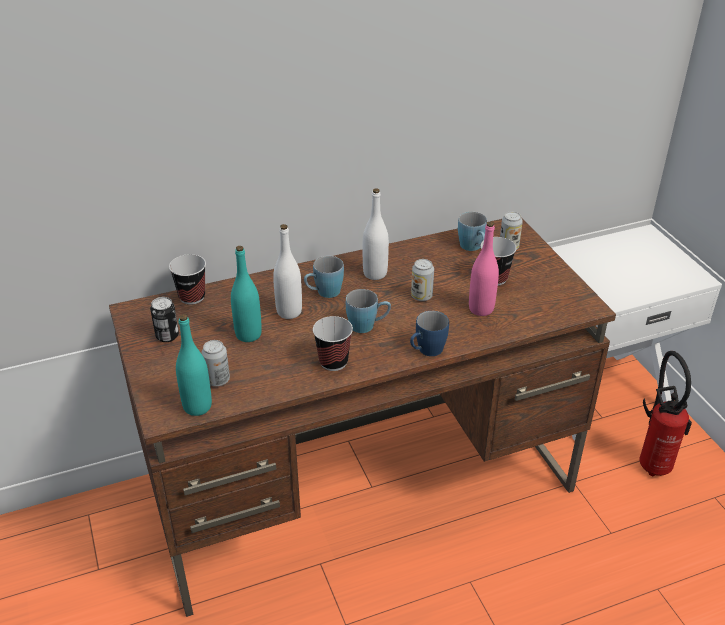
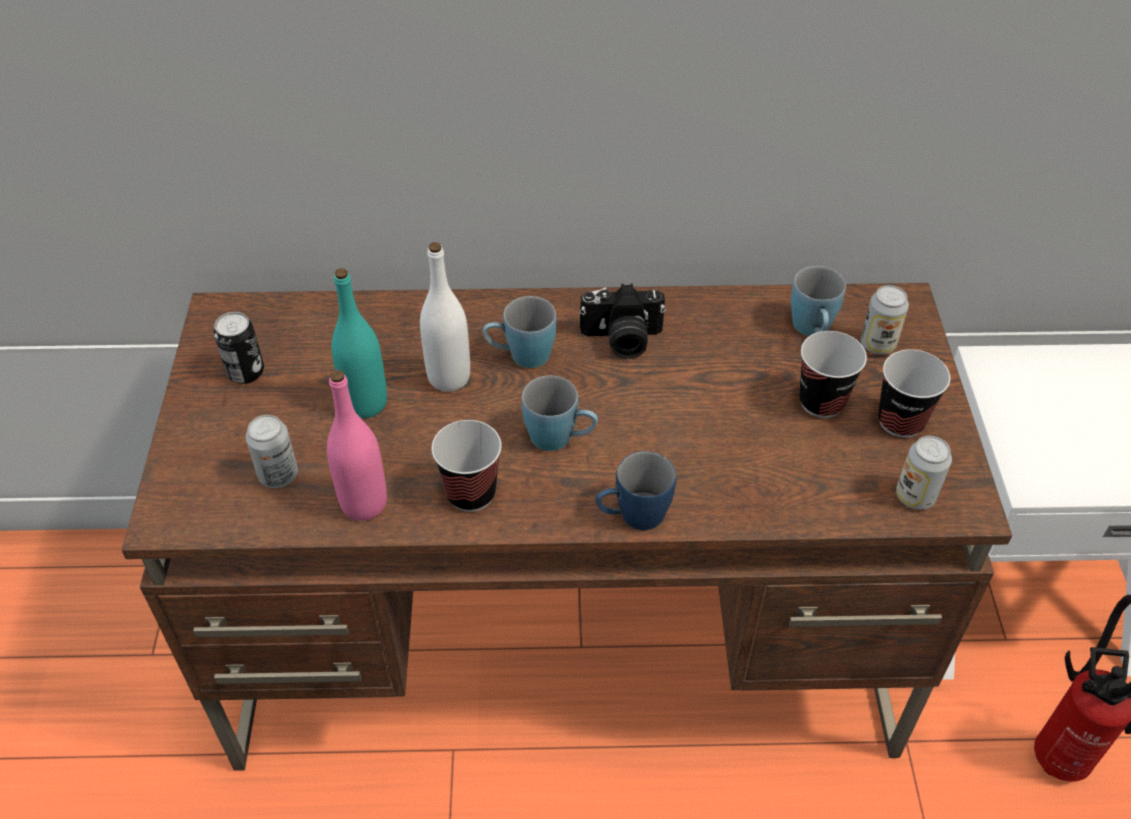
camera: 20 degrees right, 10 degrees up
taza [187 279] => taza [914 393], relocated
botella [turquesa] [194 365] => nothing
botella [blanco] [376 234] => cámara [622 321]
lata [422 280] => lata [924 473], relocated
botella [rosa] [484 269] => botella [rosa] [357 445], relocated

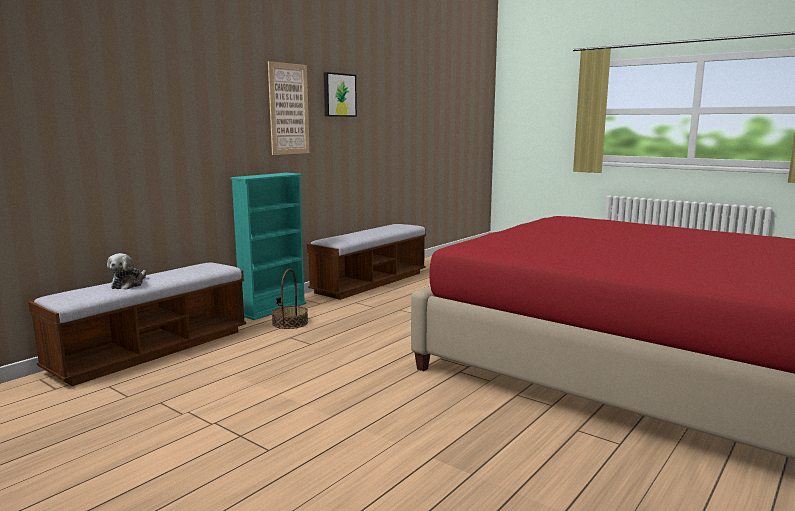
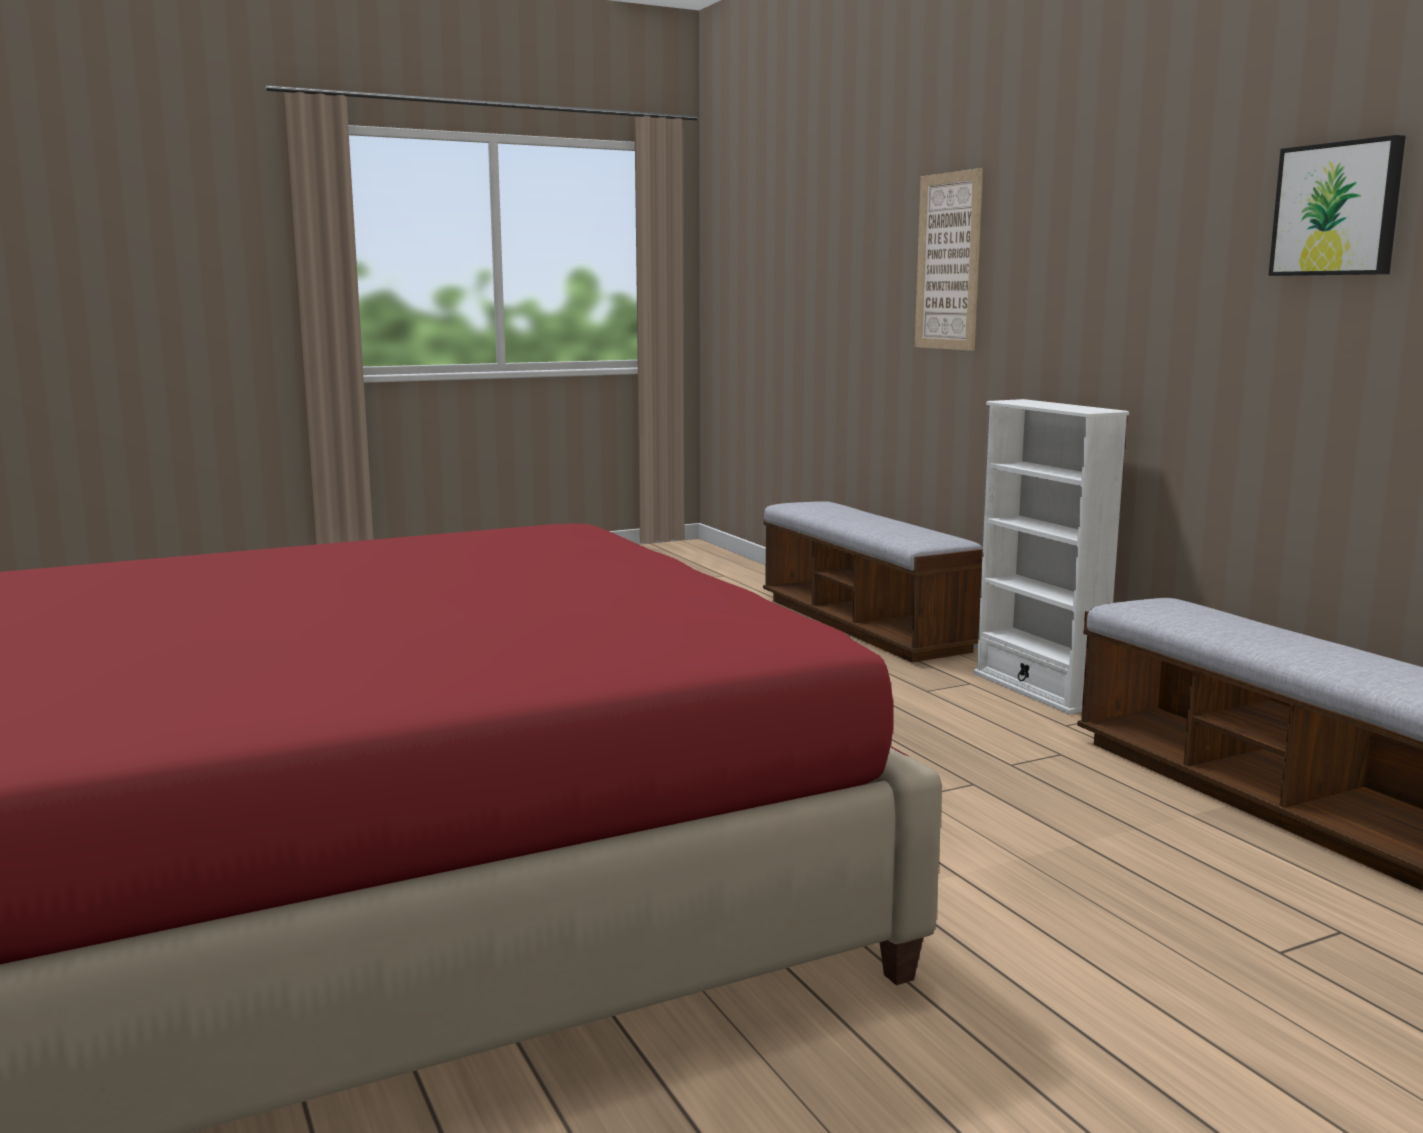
camera: 115 degrees right, 0 degrees up
peluche [127 271] => nothing
estantería [turquesa] [268 246] => estantería [blanco] [1051 557]
cuadro [289 108] => cuadro [949 259], relocated
cesta [290 299] => nothing

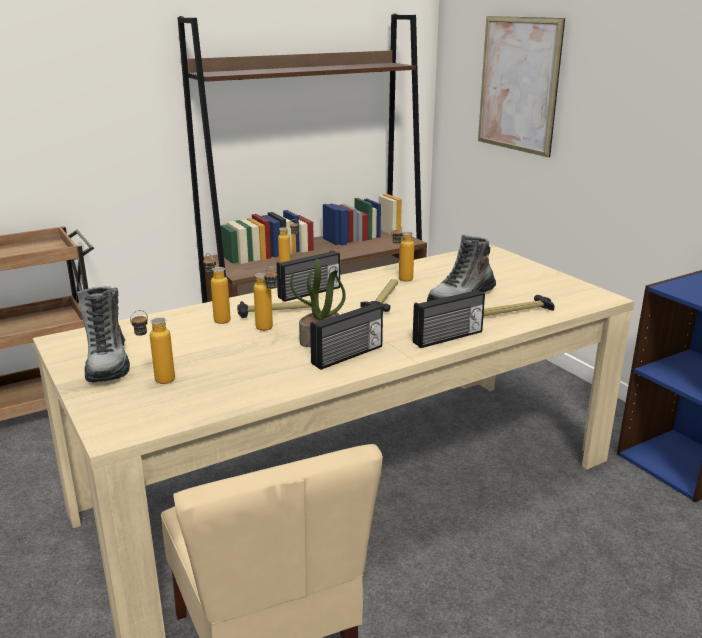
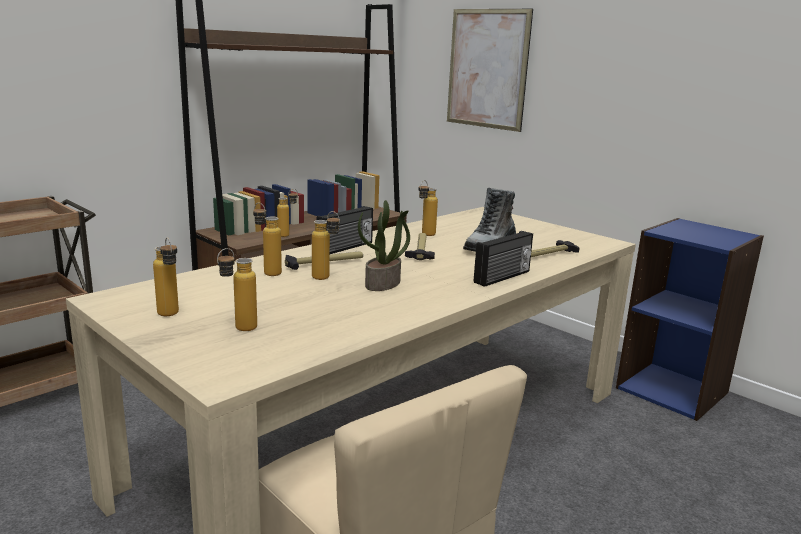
camera: 15 degrees left, 5 degrees down
bota [103 334] => botella [166 276]
radio [346 336] => nothing

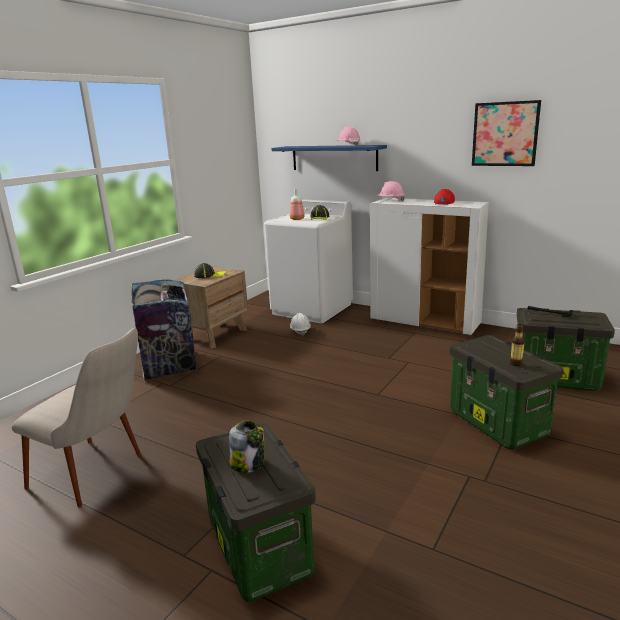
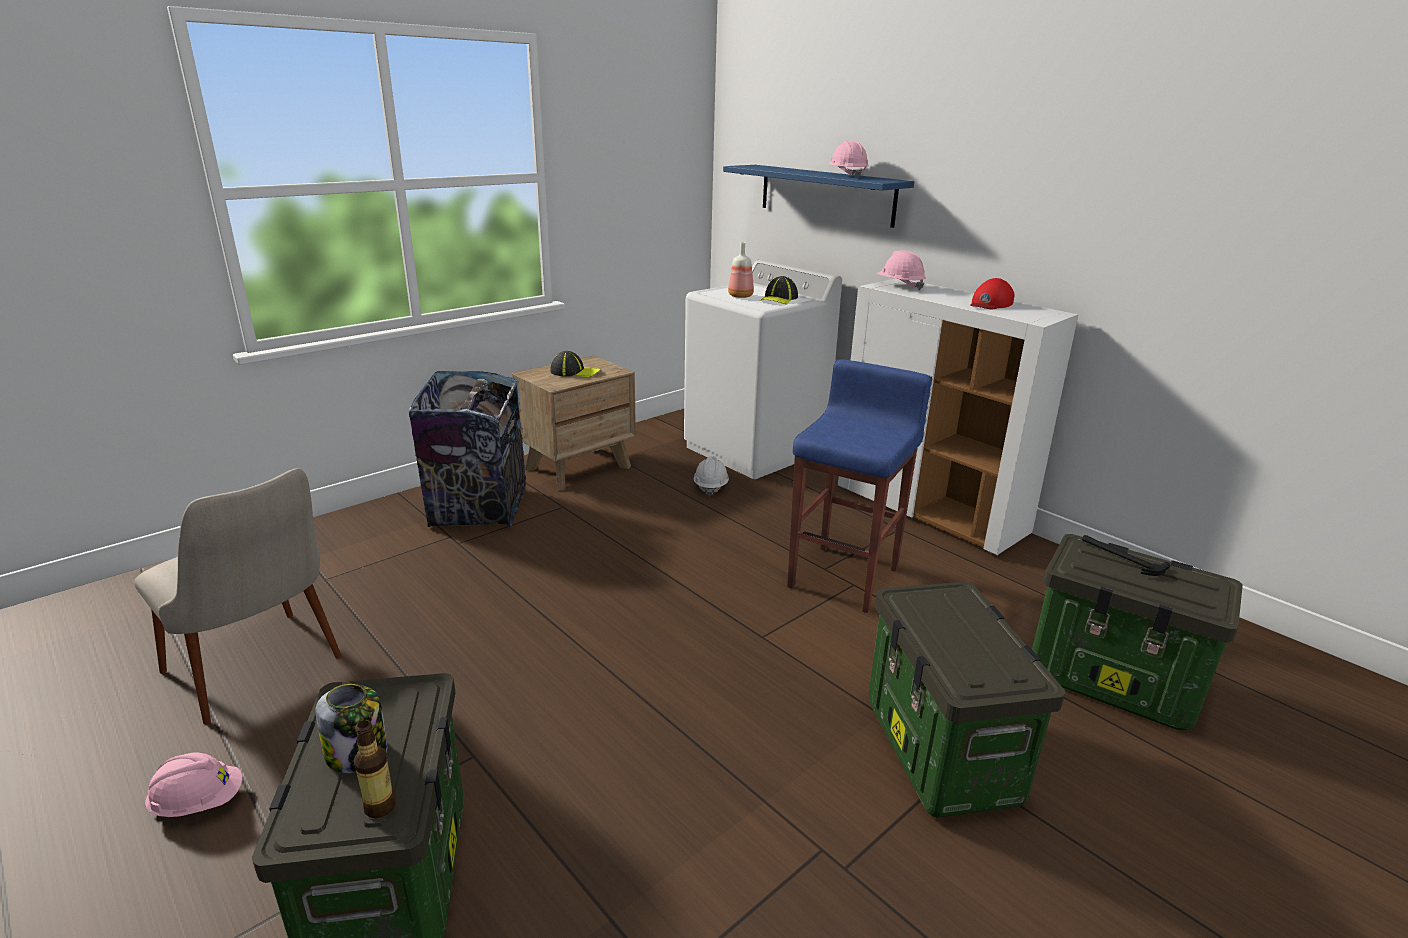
camera: 15 degrees right, 5 degrees up
cuadro [506 133] => nothing
botella [517 345] => botella [375 769], relocated
nothing => casco [rosa] [193 784]
nothing => taburete [azul] [859 486]

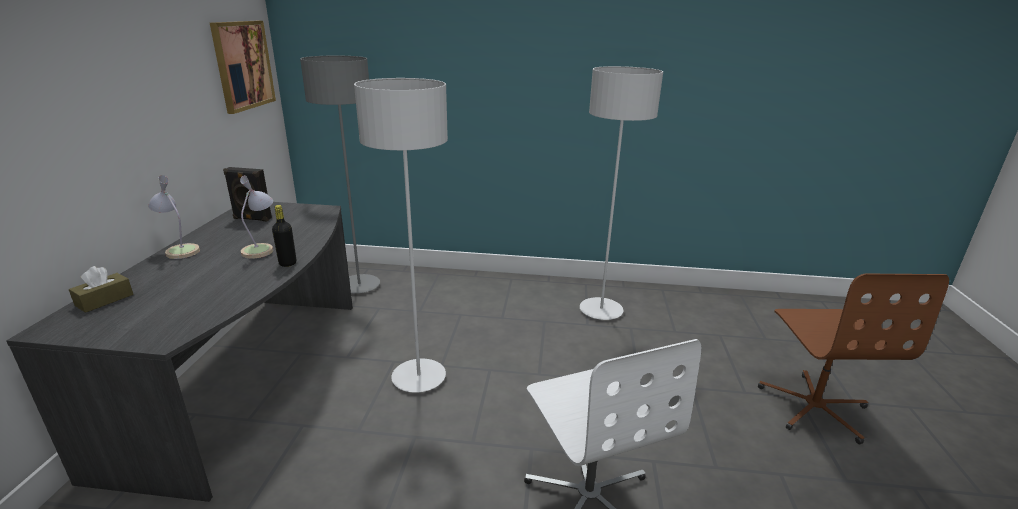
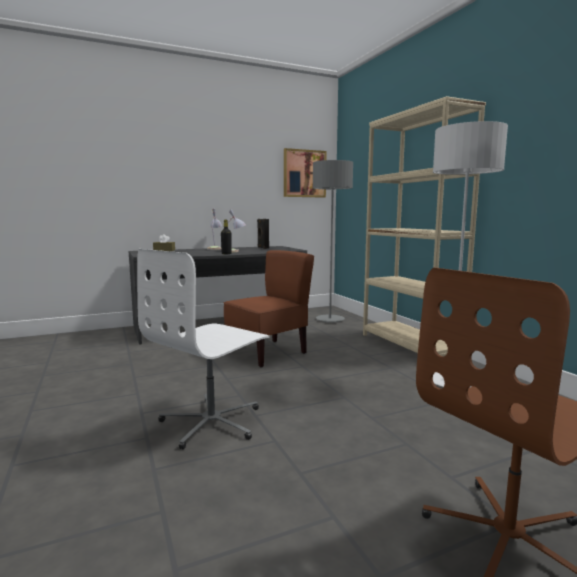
camera: 60 degrees right, 15 degrees down
lámpara de pie [gris] [401 235] => silla [marrón] [269 308]
nothing => estantería [beis] [424 226]

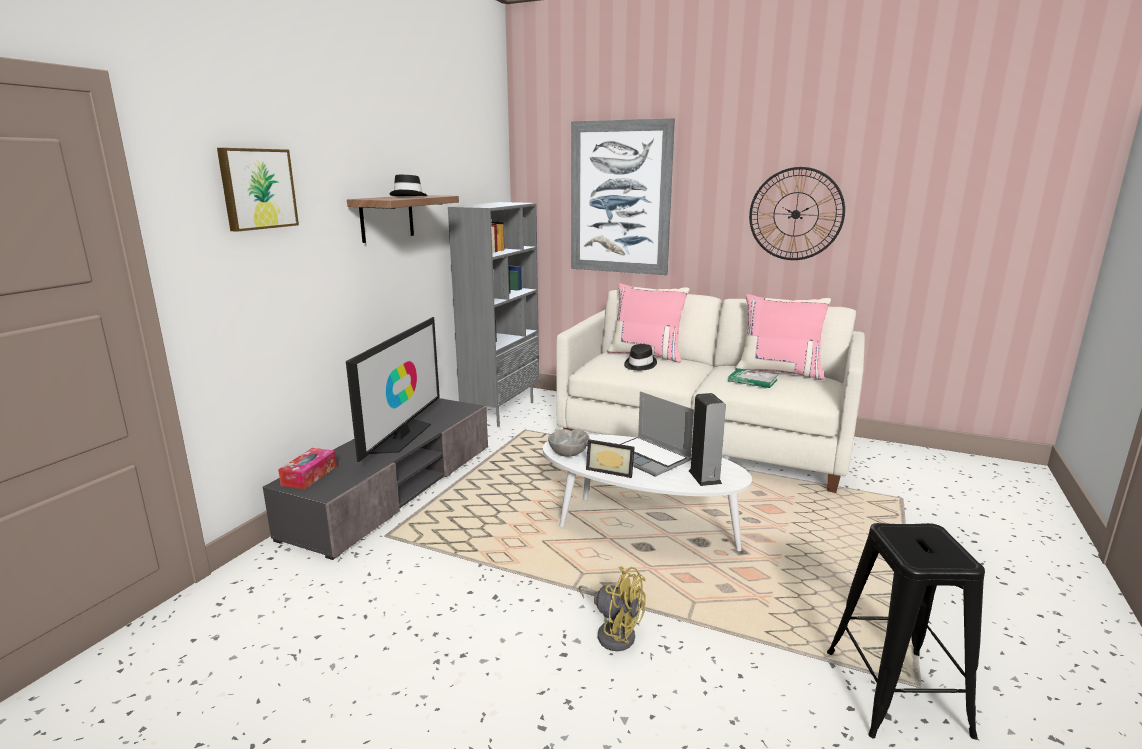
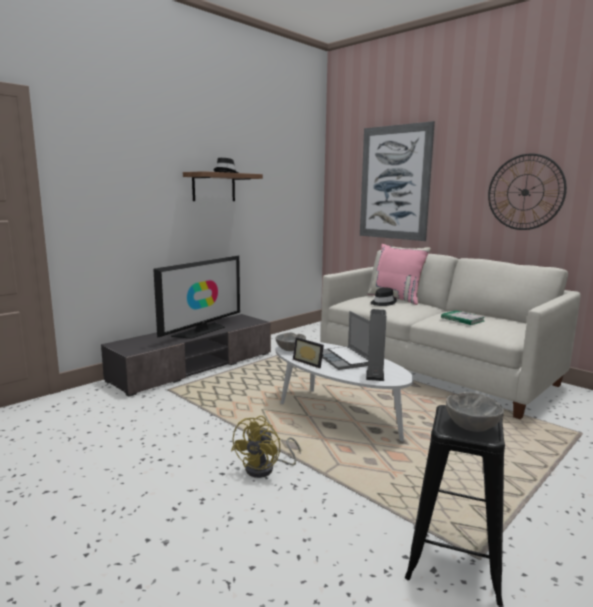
camera: 20 degrees right, 5 degrees down
cuadro [258 190] => nothing
caja de pañuelos [307 468] => nothing
estantería [gris] [493 314] => nothing
ventilador [amarillo] [612 608] => ventilador [amarillo] [266 447], 60 degrees clockwise
cojín [rosa] [783 337] => nothing
nothing => cuenco [gris] [475 412]

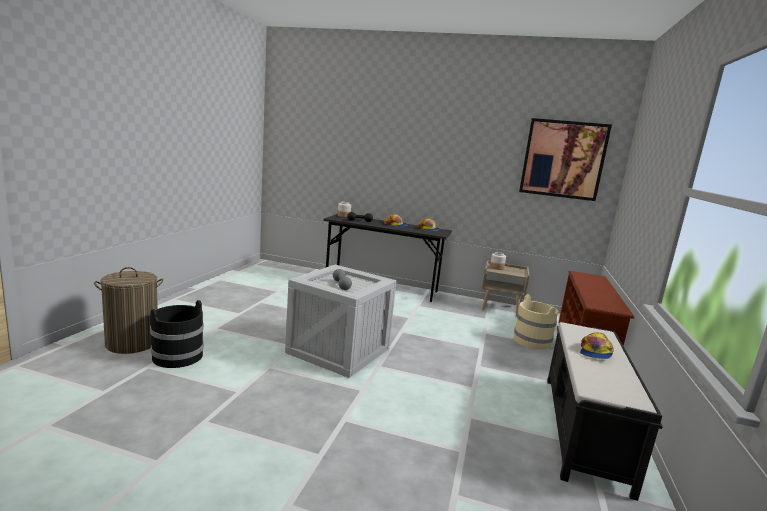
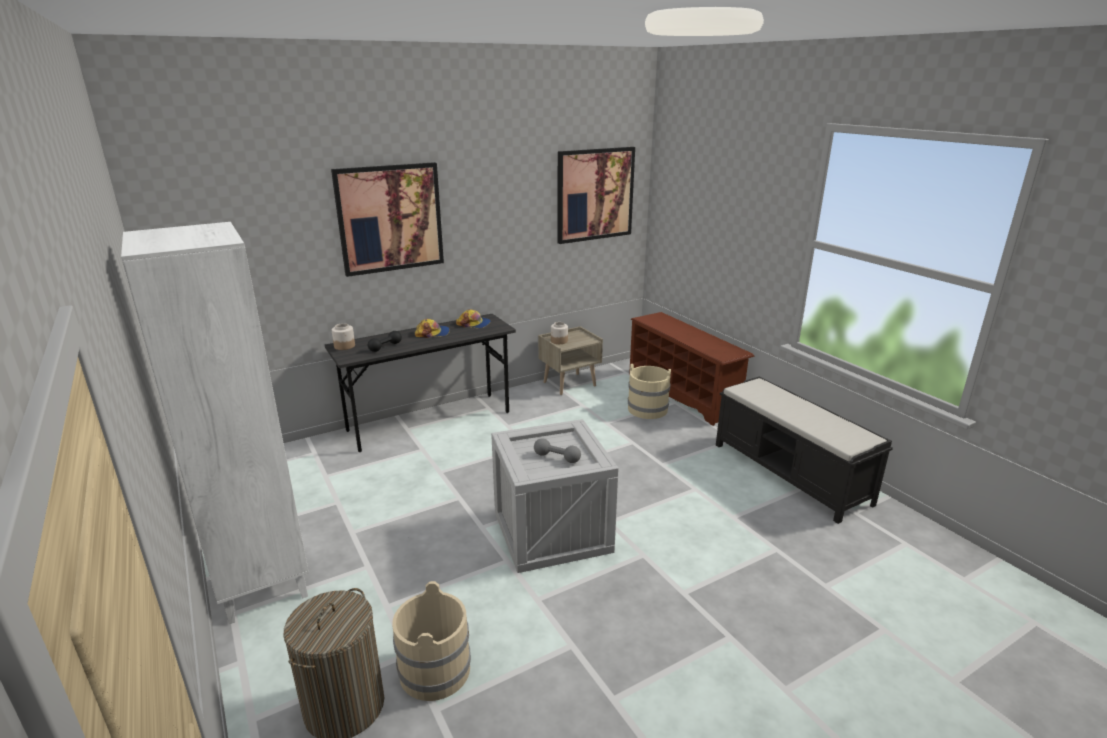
camera: 45 degrees left, 10 degrees up
cubo [negro] [177 334] => cubo [beis] [431 641]
gorra [597 345] => nothing
nothing => estantería [blanco] [215 423]
nothing => cuadro [387 219]

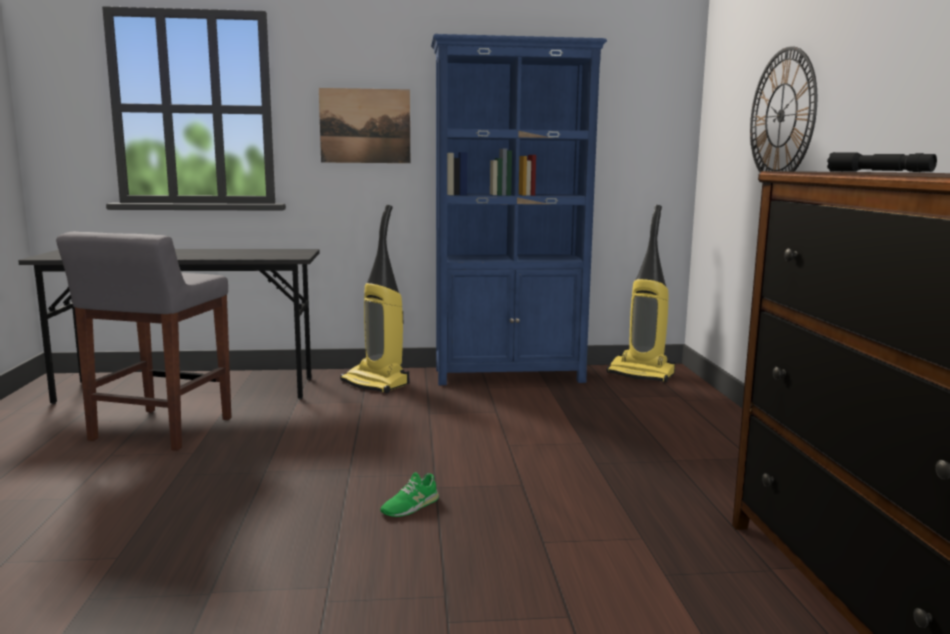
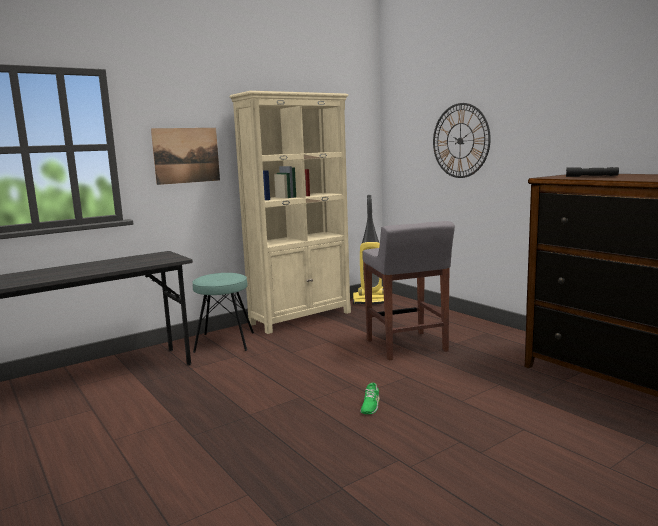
camera: 30 degrees left, 0 degrees up
taburete [gris] [143 341] => taburete [gris] [408 290], relocated
aspiradora [374 299] => taburete [turquesa] [223 313]
estantería [azul] [519 209] => estantería [beis] [290 212]

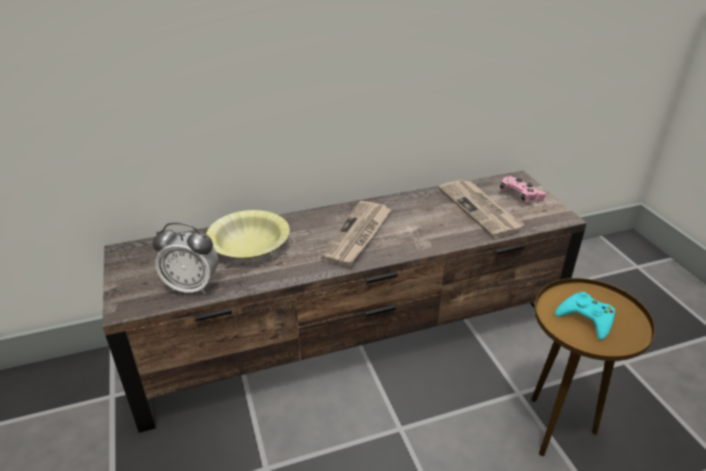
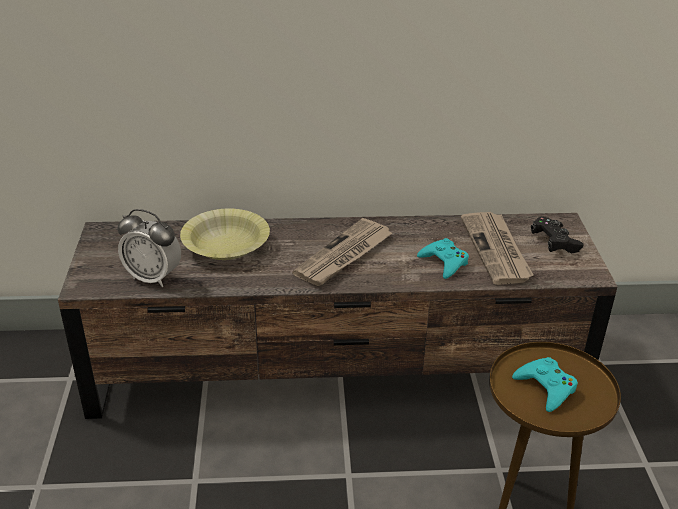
camera: 15 degrees right, 0 degrees up
mando de consola [rosa] [523 190] => mando de consola [negro] [557 235]
nothing => mando de consola [turquesa] [443 258]

